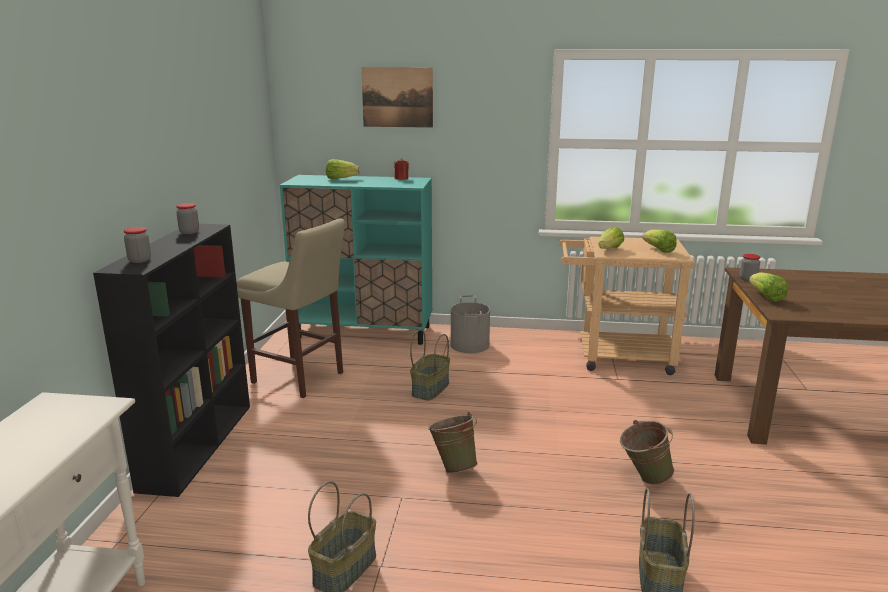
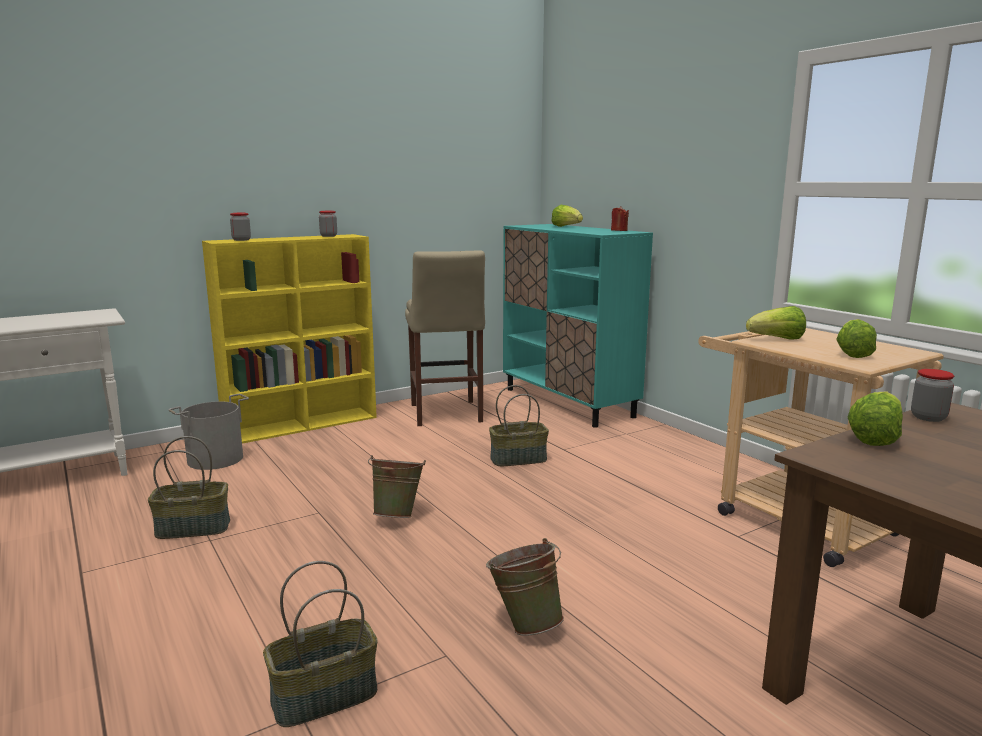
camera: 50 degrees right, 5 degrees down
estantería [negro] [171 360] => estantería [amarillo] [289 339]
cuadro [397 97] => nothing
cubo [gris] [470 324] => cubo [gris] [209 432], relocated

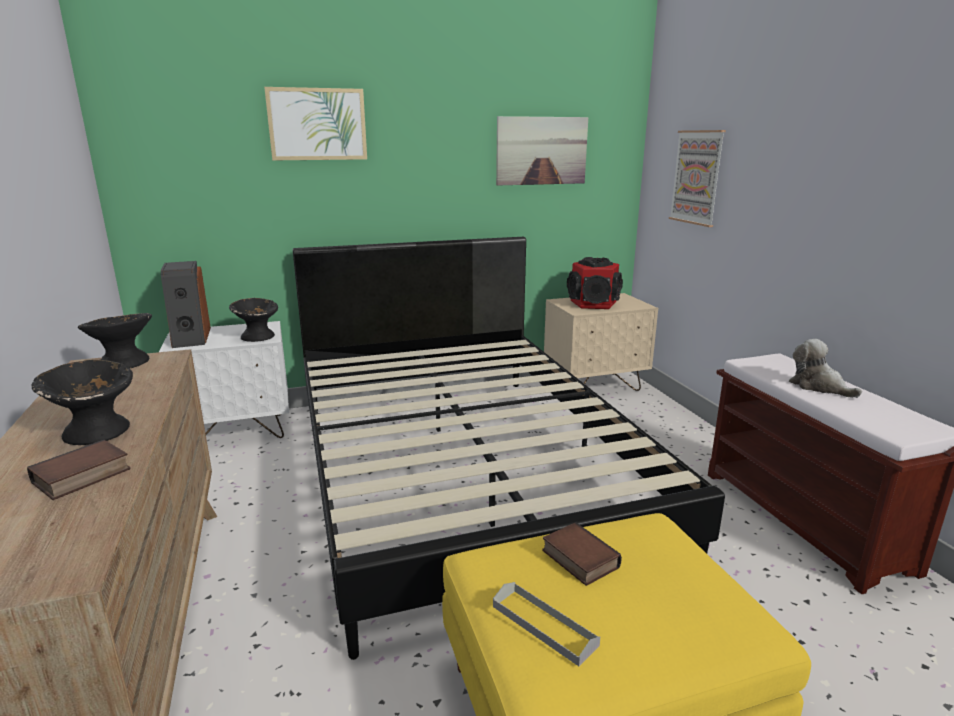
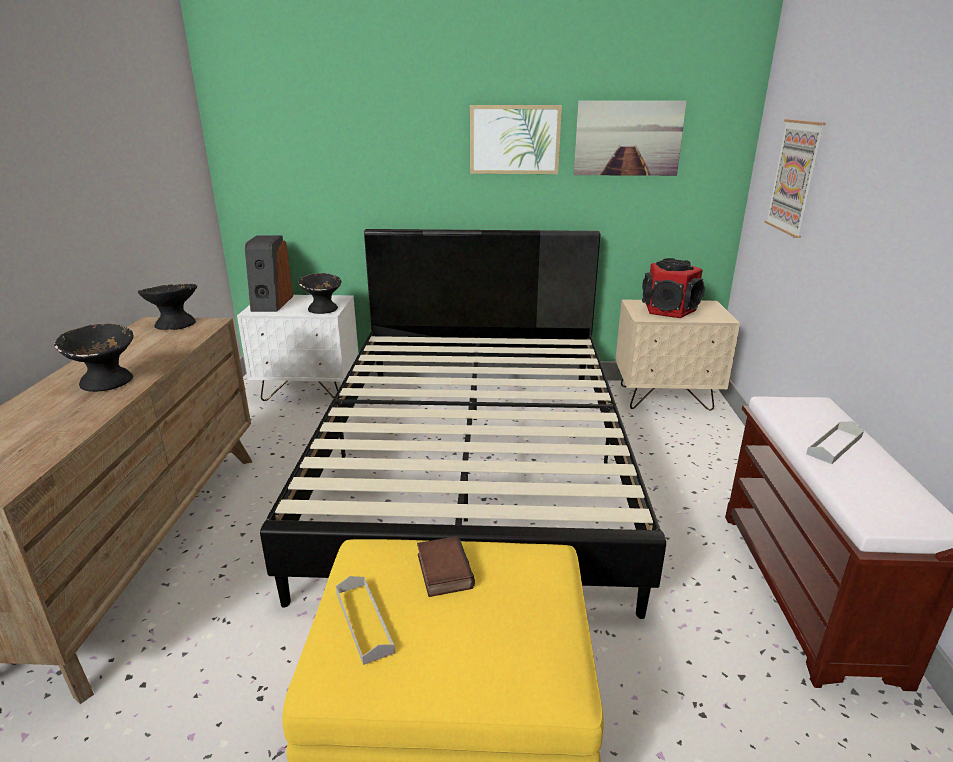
camera: 20 degrees right, 5 degrees up
libro [79 470] => nothing
cuadro [315 123] => cuadro [516 139], relocated
peluche [825 368] => bandeja [gris] [835 442]

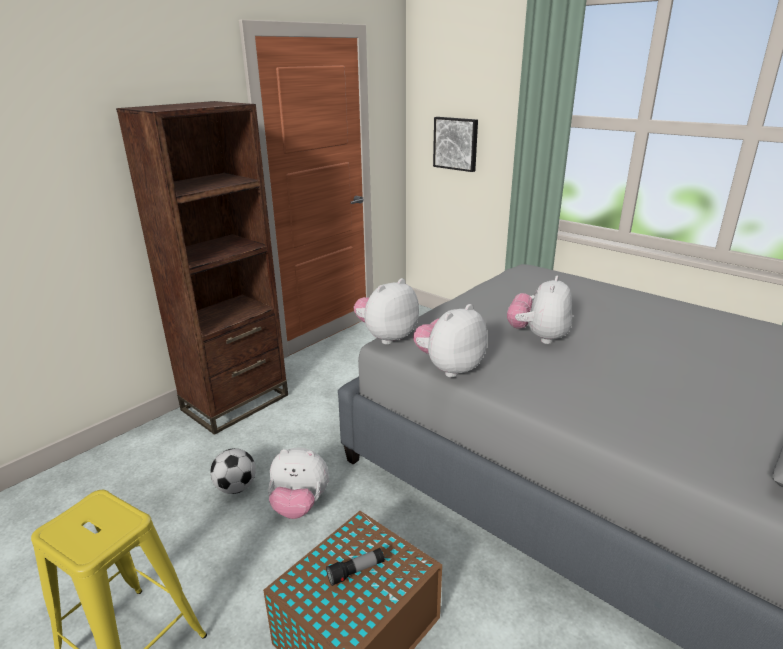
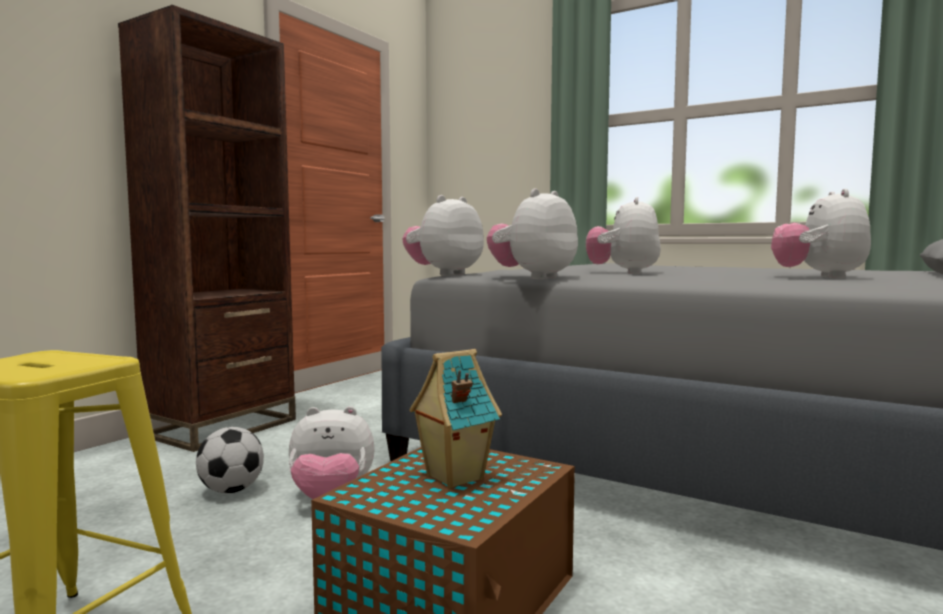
camera: 10 degrees left, 20 degrees down
linterna [355 567] => casita [456 419]
cuadro [455 144] => nothing
nothing => peluche [821 234]

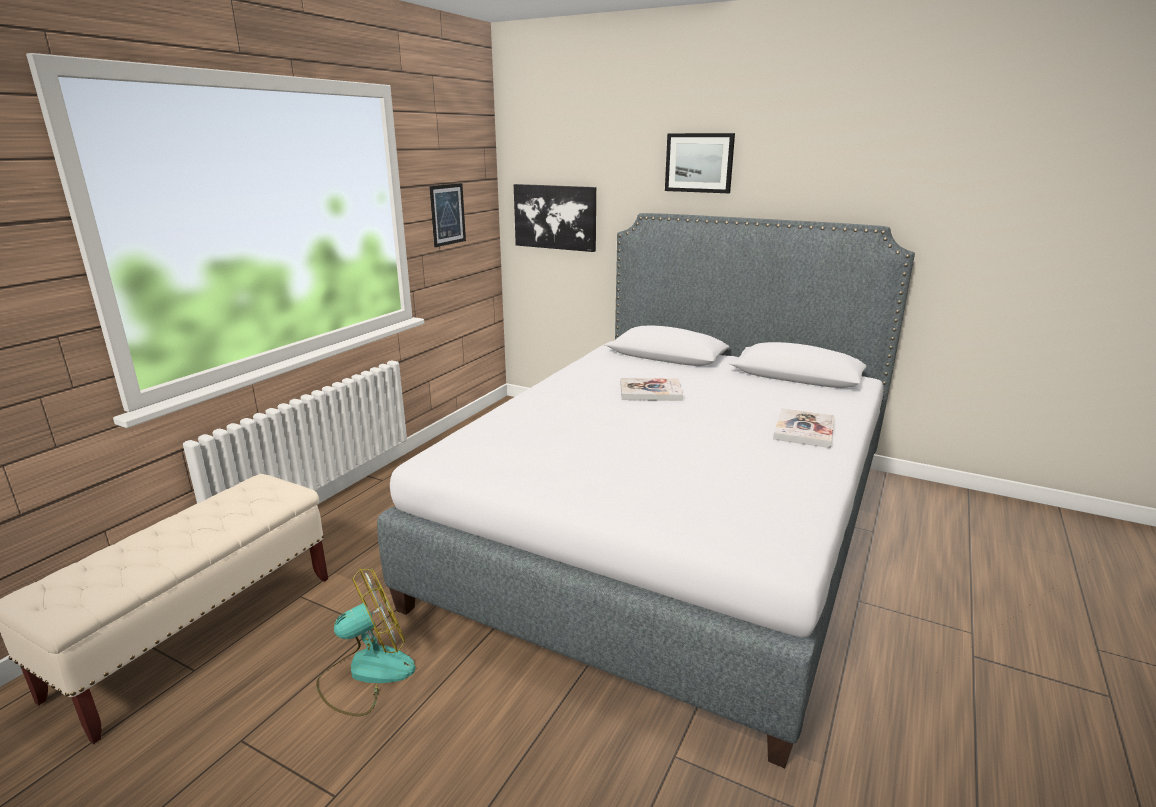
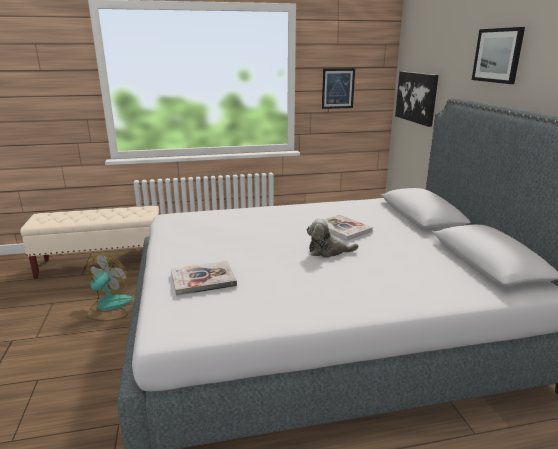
camera: 50 degrees right, 0 degrees up
ventilador [366 642] => ventilador [109 287], 90 degrees counterclockwise
libro [804 428] => libro [204 278], relocated
nothing => peluche [332 238]

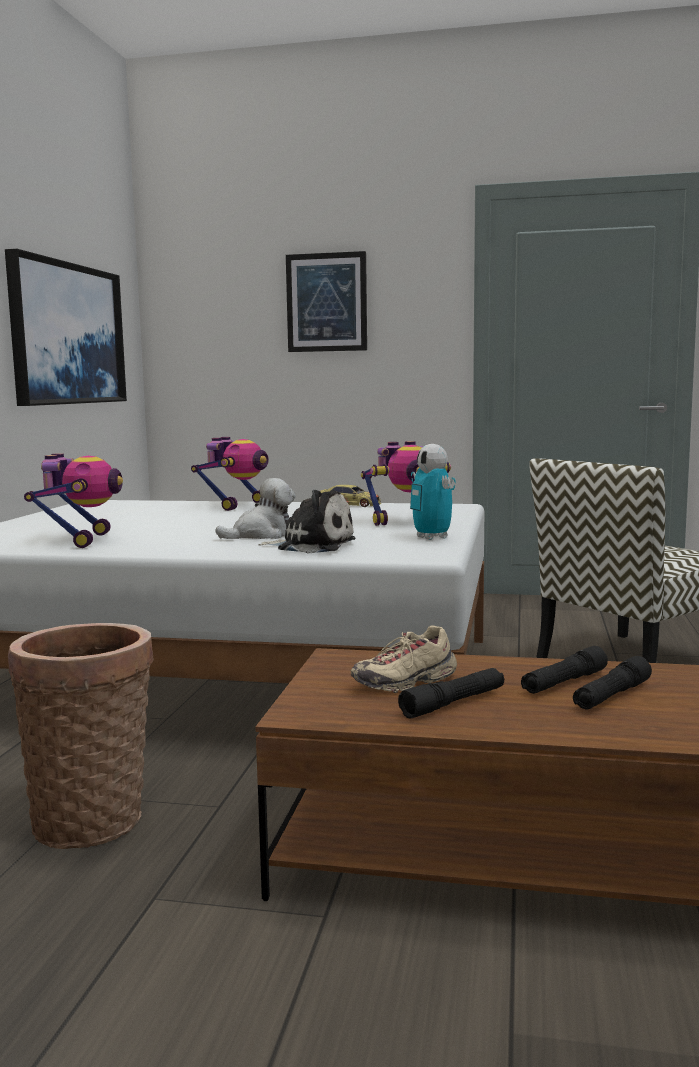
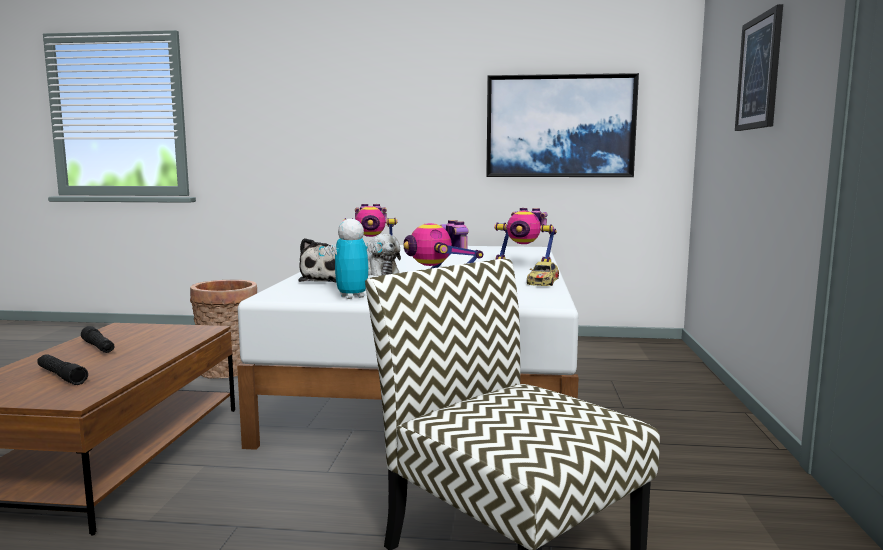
camera: 85 degrees right, 0 degrees up
zapato [beis] [404 659] => nothing
linterna [negro] [564 670] => nothing

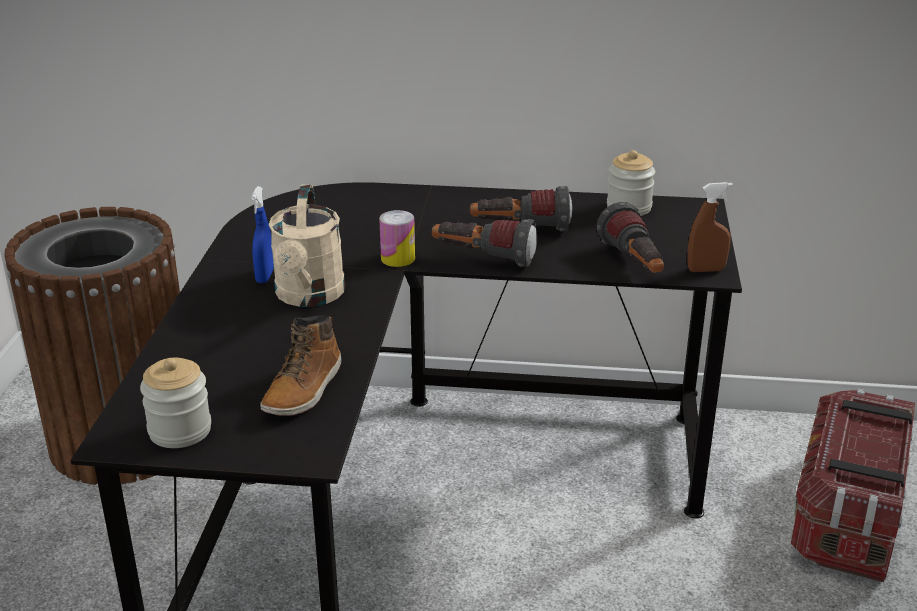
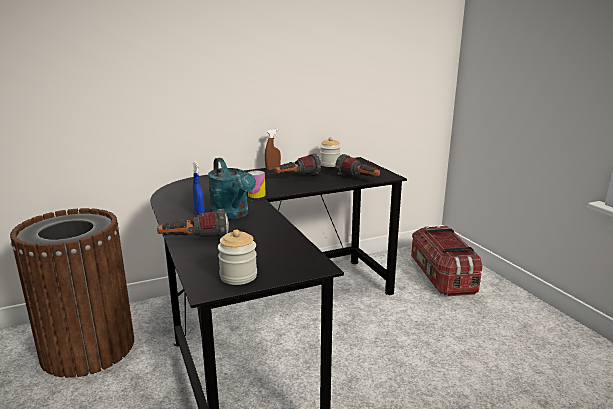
camera: 30 degrees left, 10 degrees down
bota [301 365] => nothing
regadera [beis] [307 246] => regadera [turquesa] [232 189]
linterna [484 243] => linterna [193 224], relocated
pulverizador [marrón] [710 227] => pulverizador [marrón] [273 149], relocated

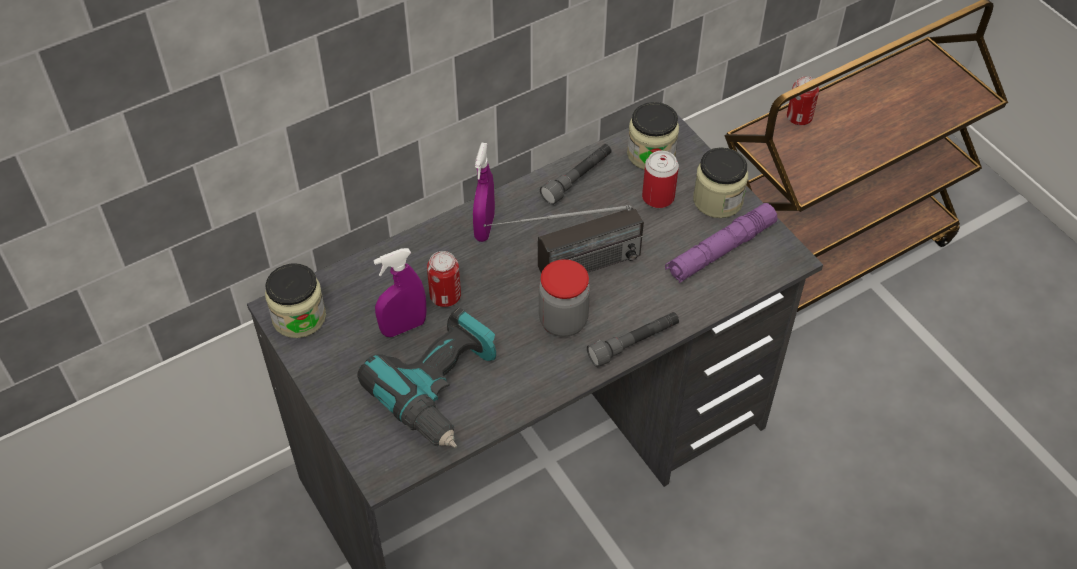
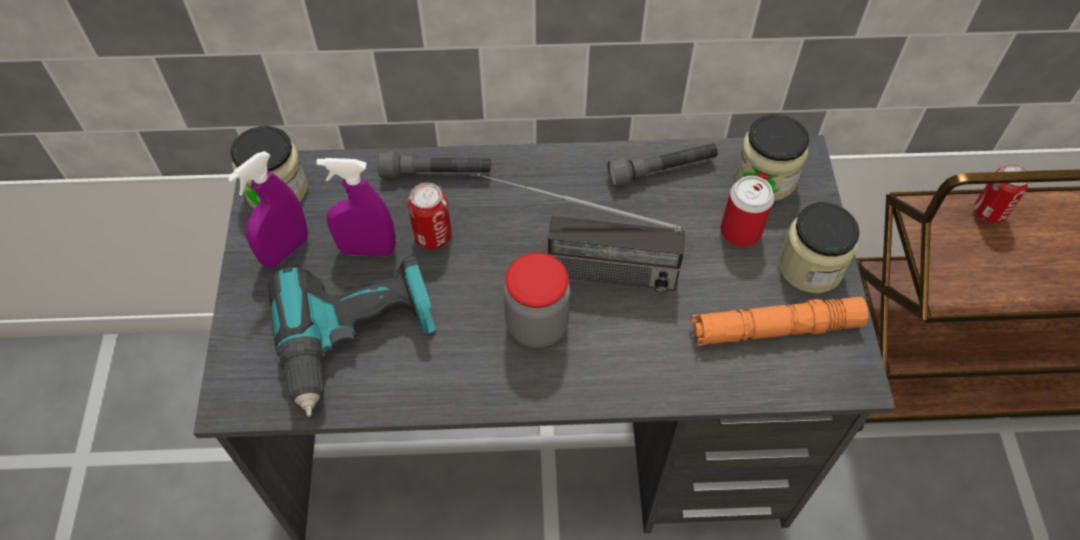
camera: 30 degrees right, 5 degrees up
pulverizador [morado] [484 192] => pulverizador [morado] [267 209], relocated
linterna [gris] [633 339] => linterna [gris] [434 165], relocated
linterna [morado] [721 243] => linterna [naranja] [779 321]

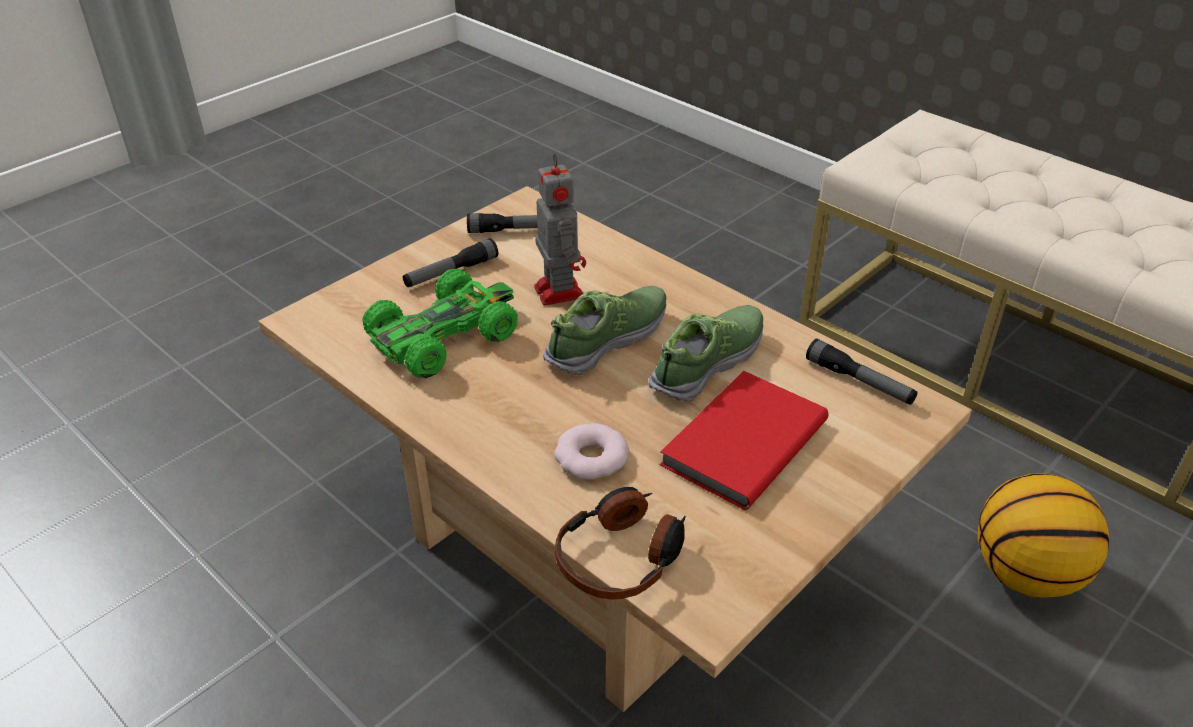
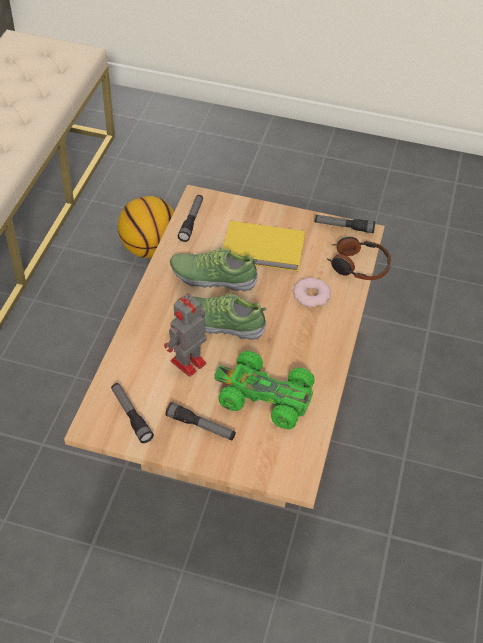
camera: 120 degrees left, 10 degrees up
libro [rojo] [744 440] => libro [amarillo] [264 246]
nothing => linterna [345 224]

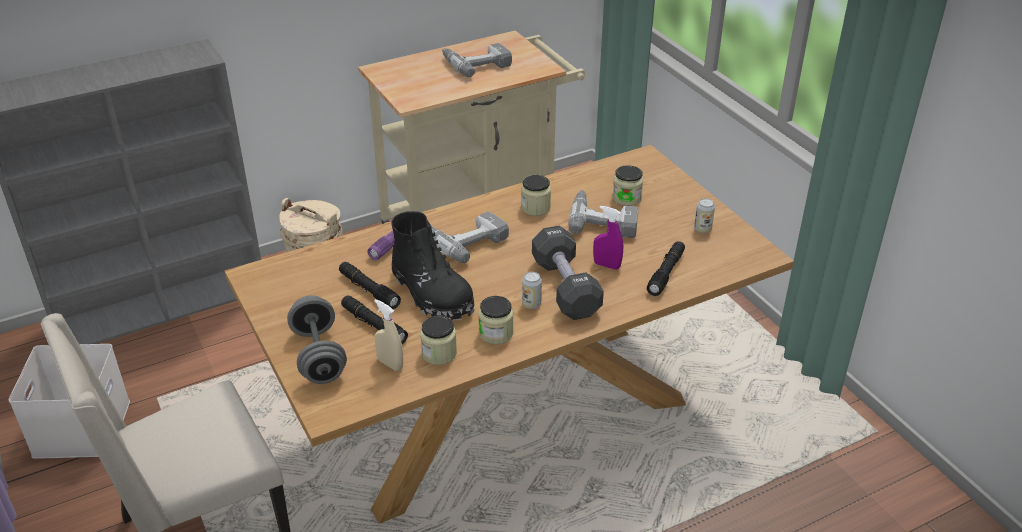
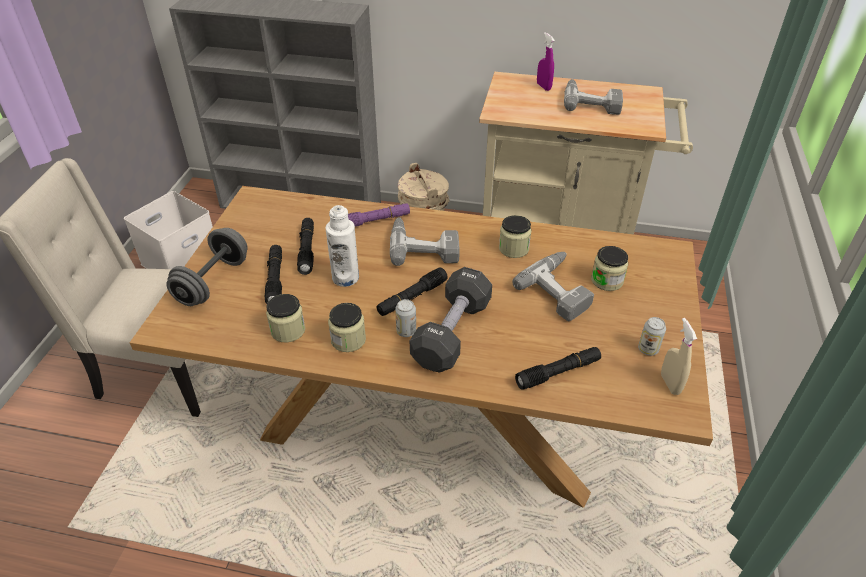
camera: 40 degrees right, 5 degrees up
pulverizador [beis] [388 335] => pulverizador [beis] [679 356], relocated
bota [negro] [432 266] => botella [blanco] [342 246]
pulverizador [morado] [608 238] => pulverizador [morado] [546 61], relocated
nothing => linterna [negro] [412 291]

